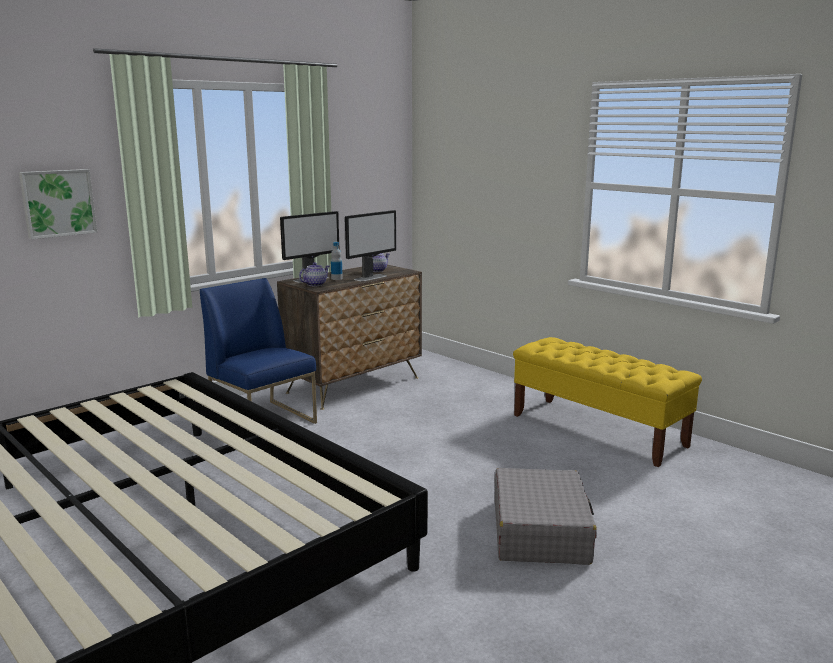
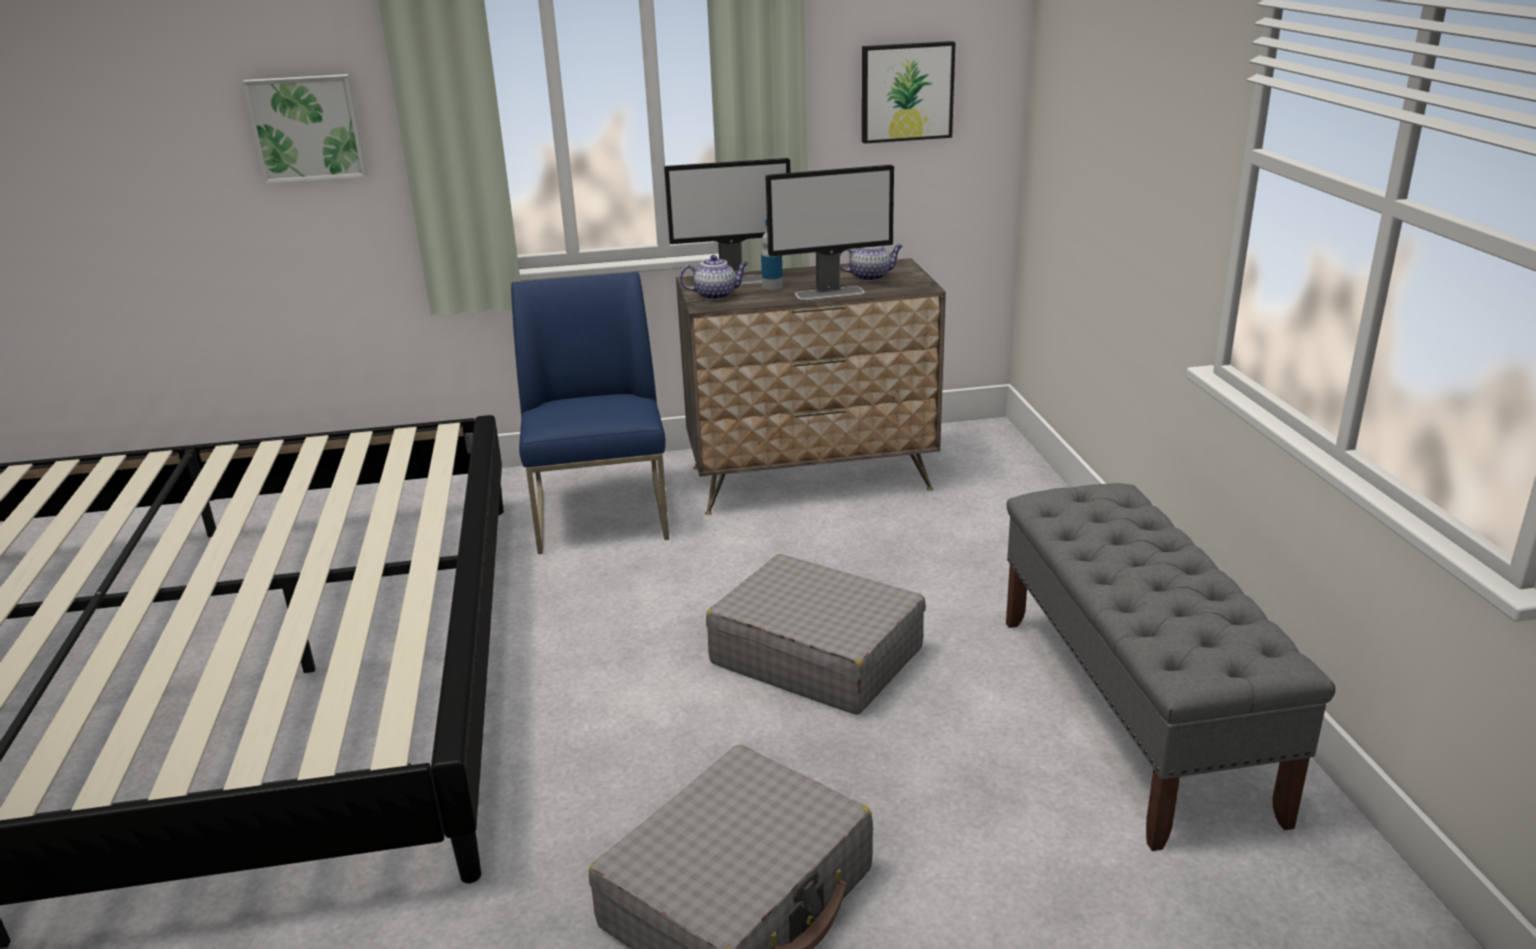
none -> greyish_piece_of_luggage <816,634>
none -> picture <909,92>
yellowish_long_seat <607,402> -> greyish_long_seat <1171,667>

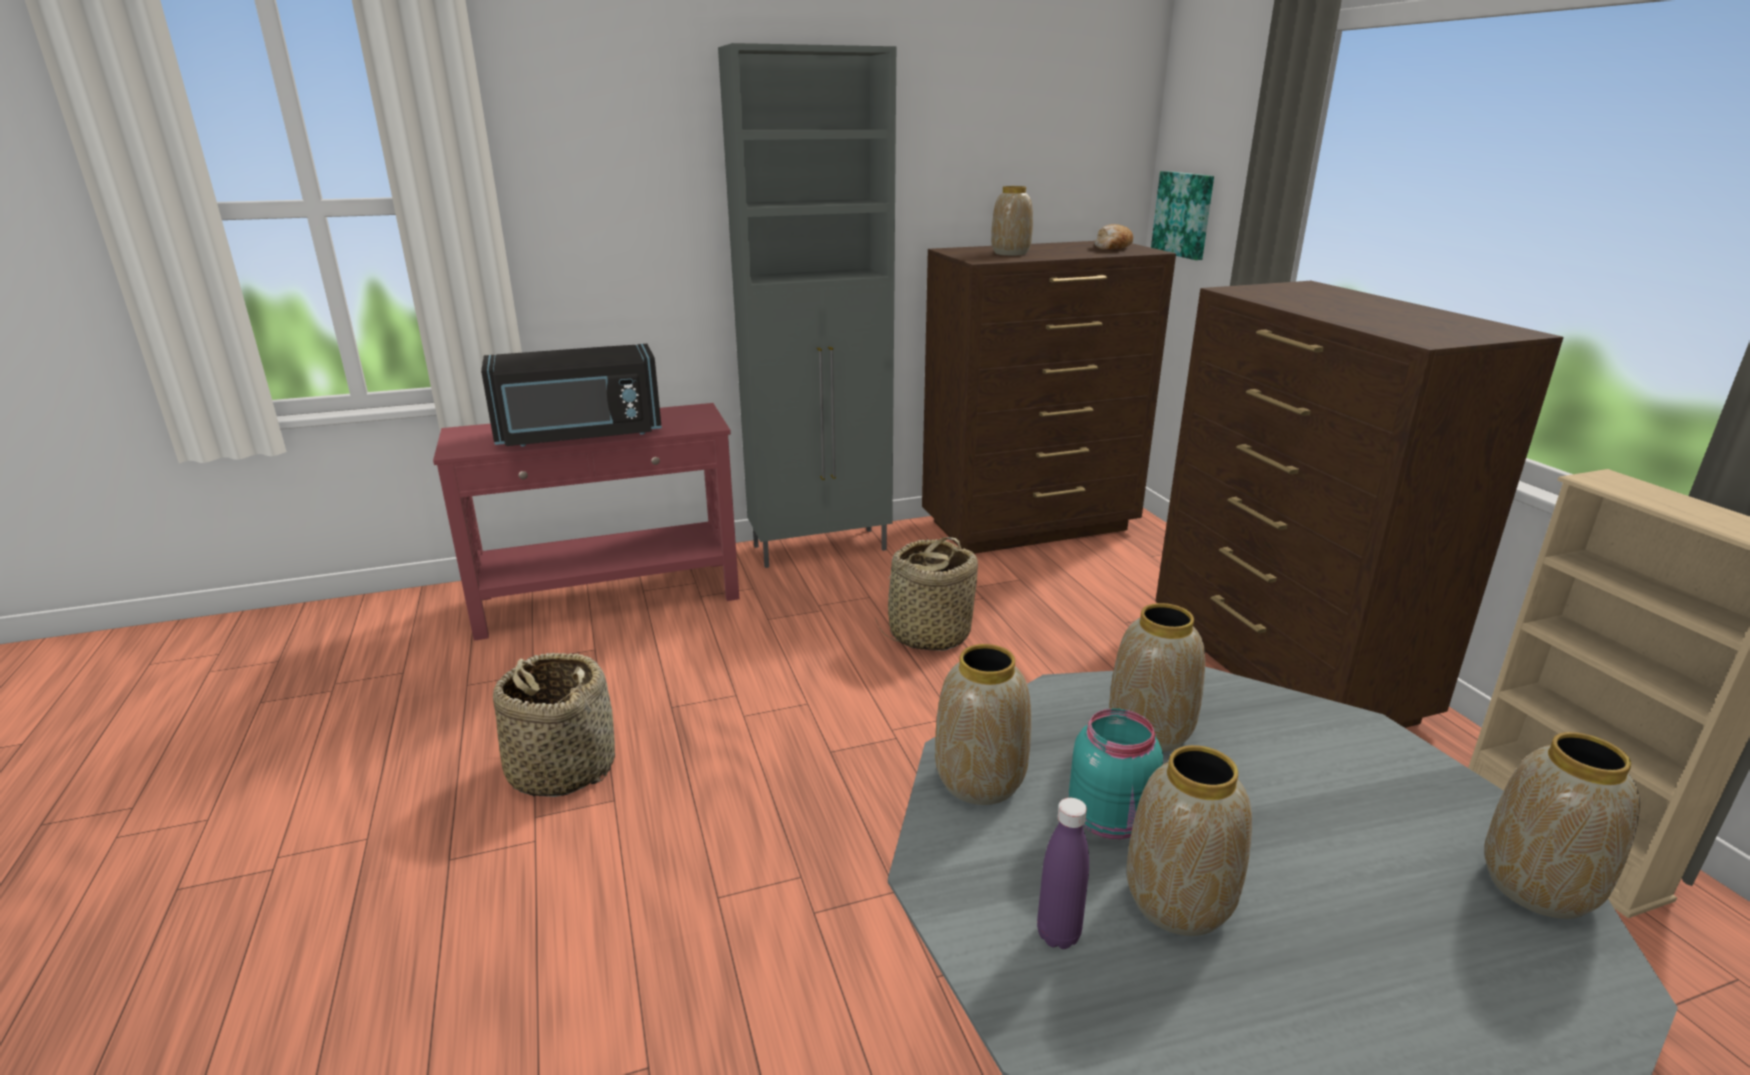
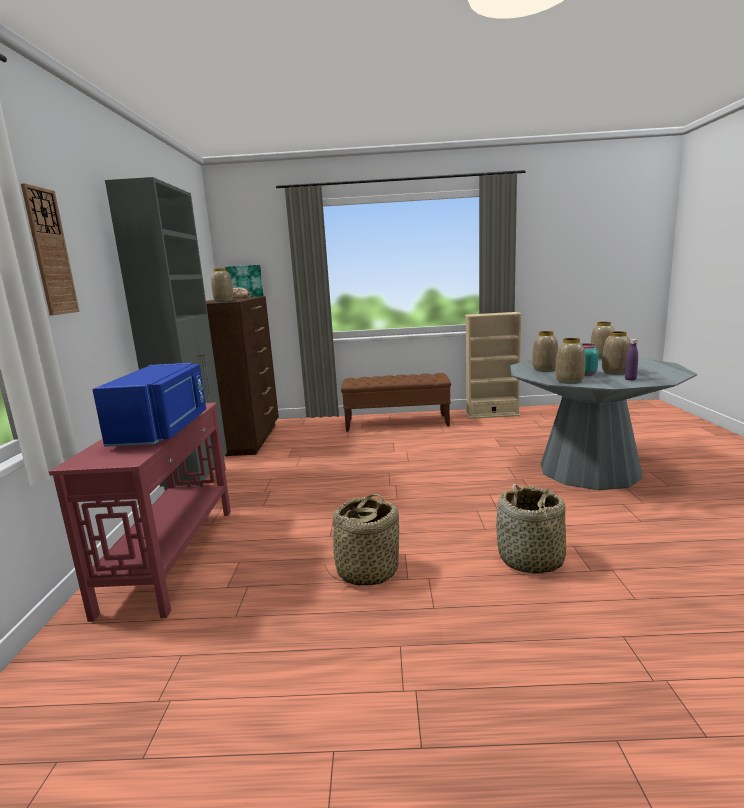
none -> wall_clock <50,249>
black-coloured_kitchen_microwave <571,395> -> bluish_kitchen_microwave <149,405>
brownish_drawer_chest <1360,504> -> brownish_long_seat <396,402>
basket <926,594> -> basket <531,528>, move

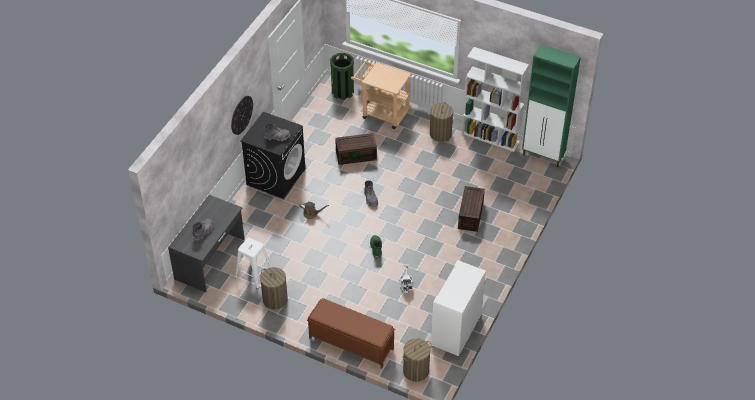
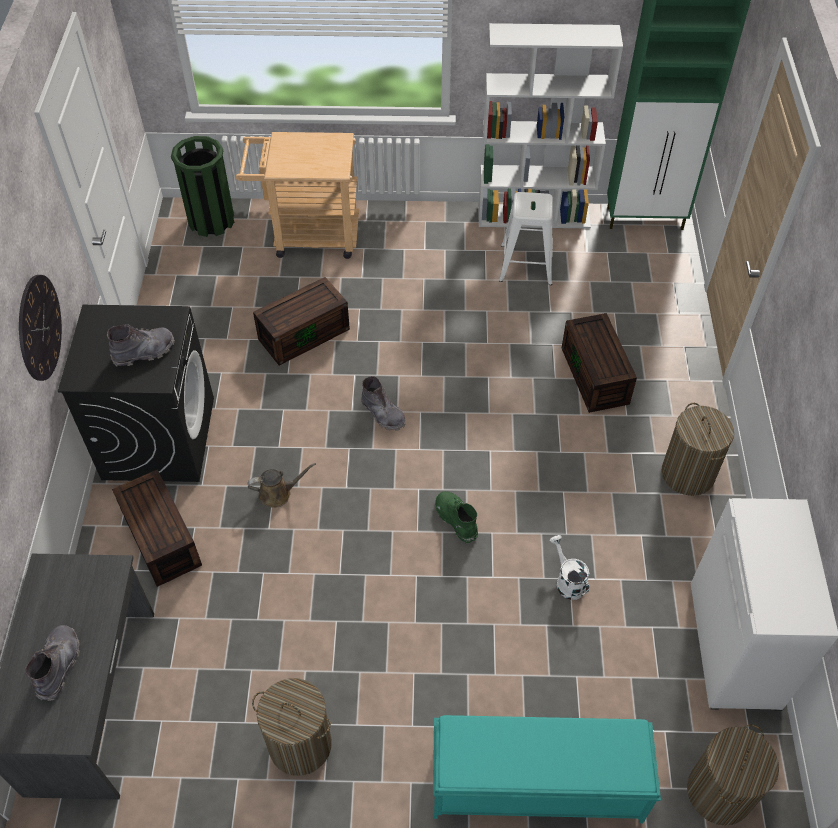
none -> brownish_storage_container <157,528>
brownish_long_seat <351,333> -> turquoise_long_seat <547,769>
white-coloured_stool_seat <253,263> -> white-coloured_stool_seat <526,238>, move
washing_basket <441,122> -> washing_basket <698,449>, move

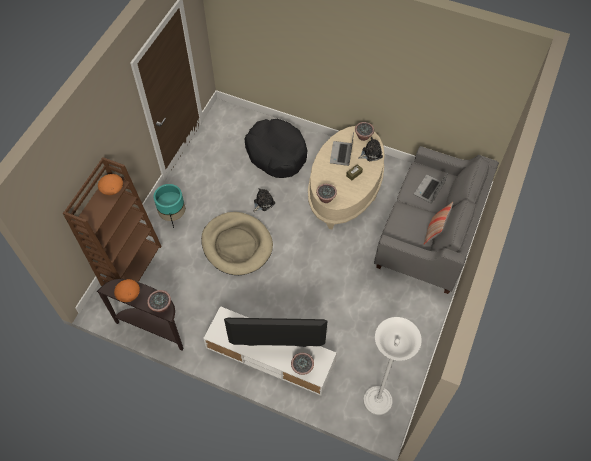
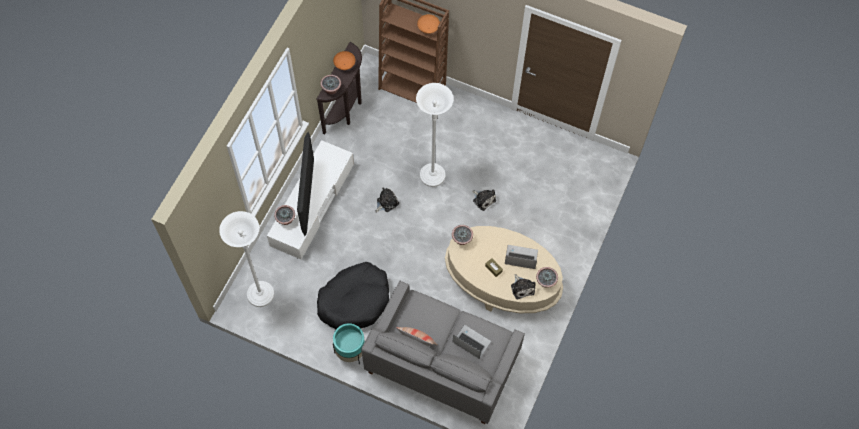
black-coloured_dog_bed <276,148> -> black-coloured_dog_bed <353,295>, move
turquoise_planter <170,206> -> turquoise_planter <349,344>, move
none -> plush_toy <387,200>
beige_dog_bed <237,243> -> white-coloured_floor_lamp <435,135>

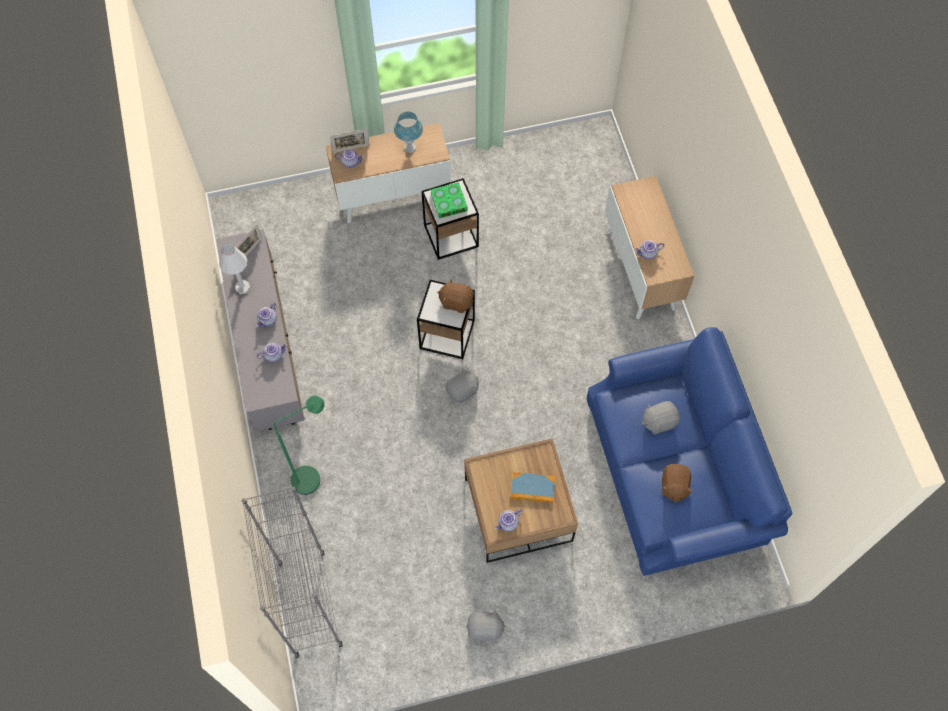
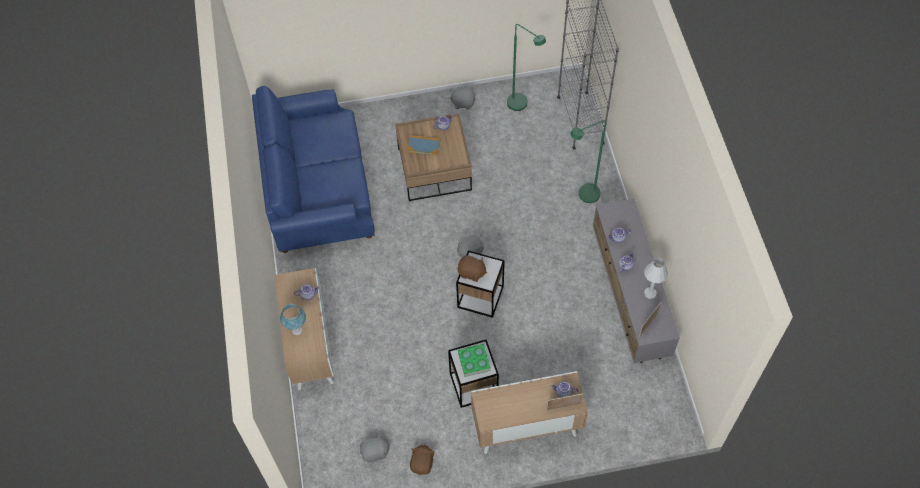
bluish_lamp_for_a_table <408,132> -> bluish_lamp_for_a_table <293,319>, move
greyish_plush_toy <661,418> -> greyish_plush_toy <375,448>, move
brownish_plush_toy <677,483> -> brownish_plush_toy <422,460>, move
none -> green-coloured_floor_lamp <526,67>

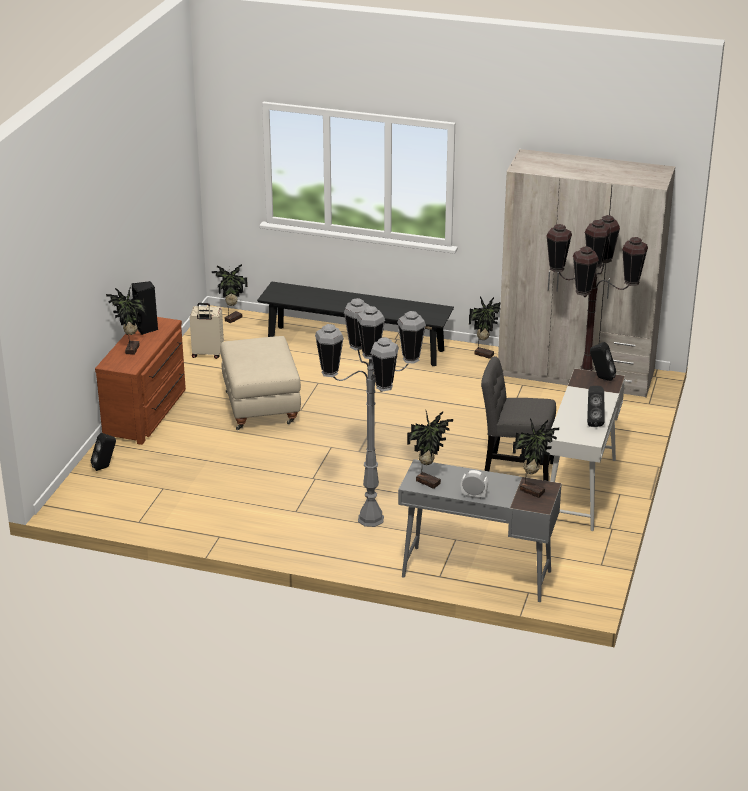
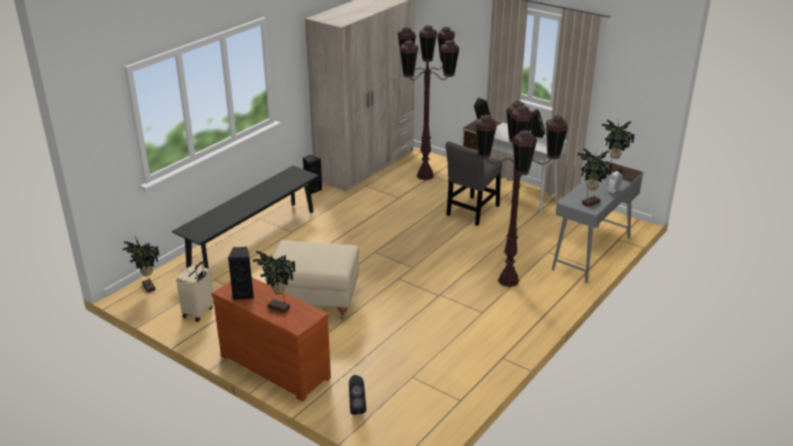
potted_plant <485,328> -> black-coloured_speaker <312,174>
greyish_floor_lamp <370,412> -> brownish_floor_lamp <521,194>

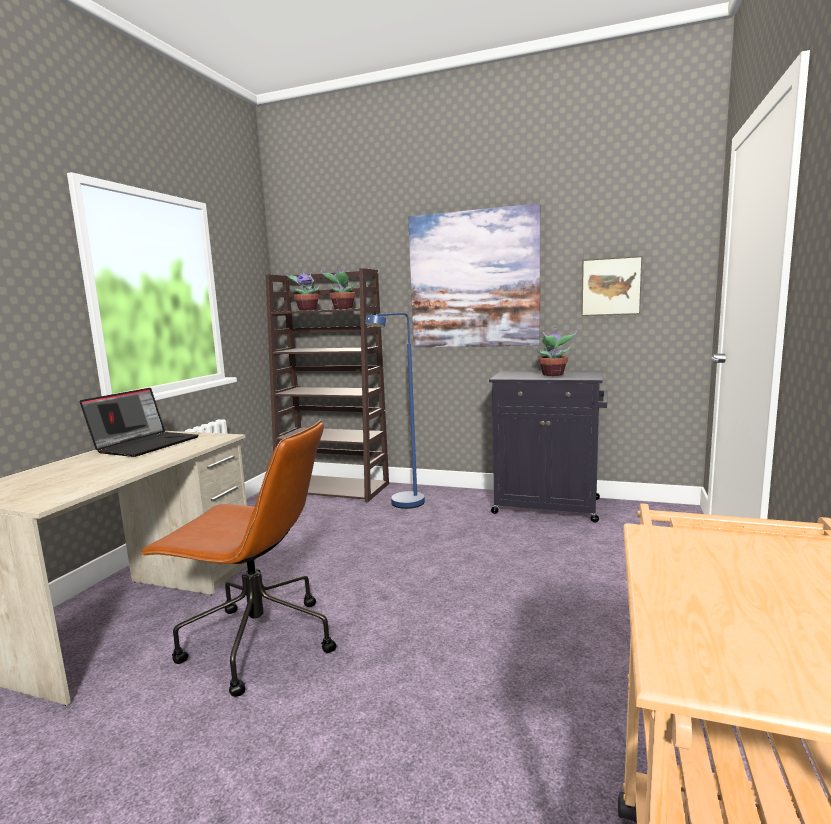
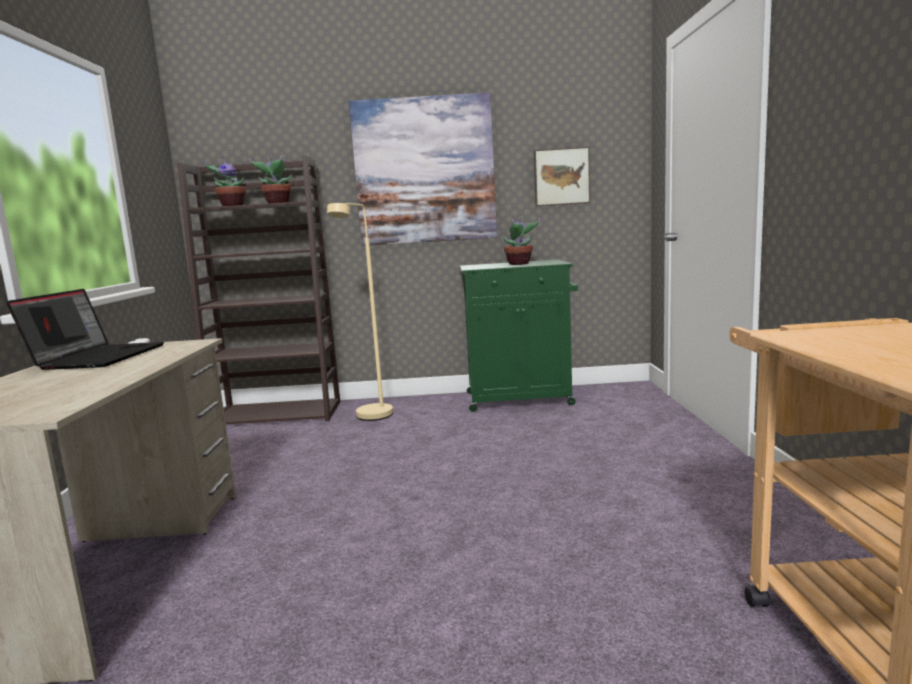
bluish_floor_lamp <395,411> -> beige_floor_lamp <360,312>
black-coloured_cabinet <548,446> -> green-coloured_cabinet <519,335>
brownish_computer_chair <238,558> -> none

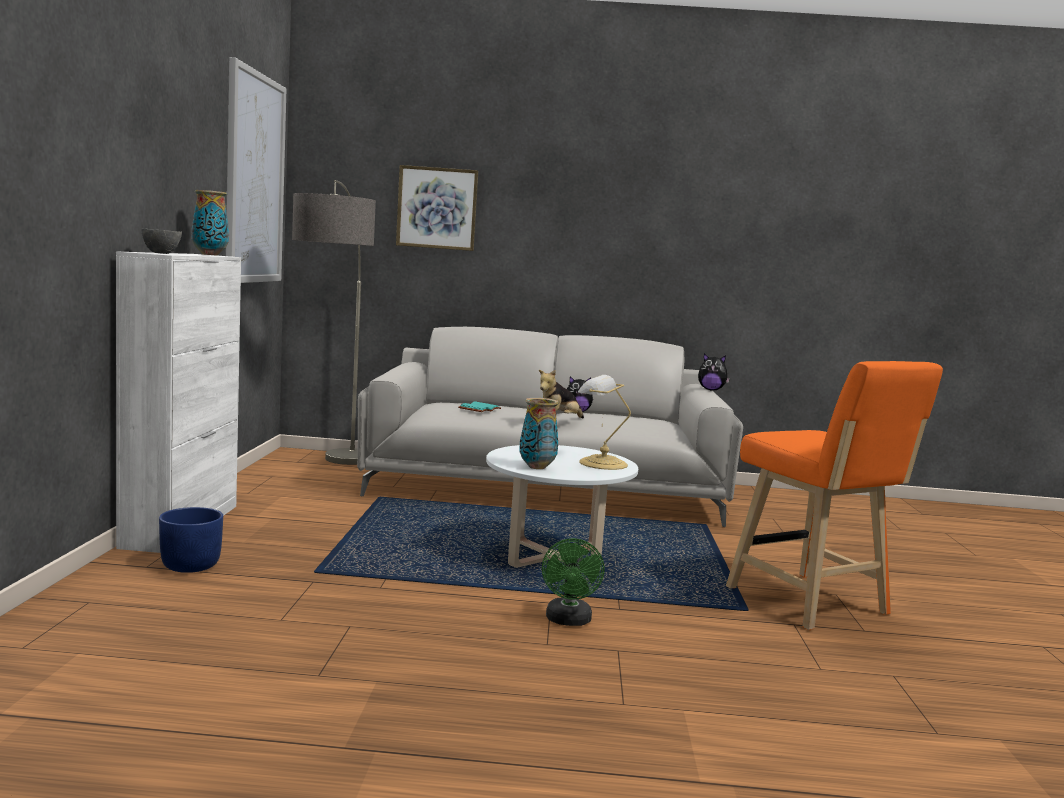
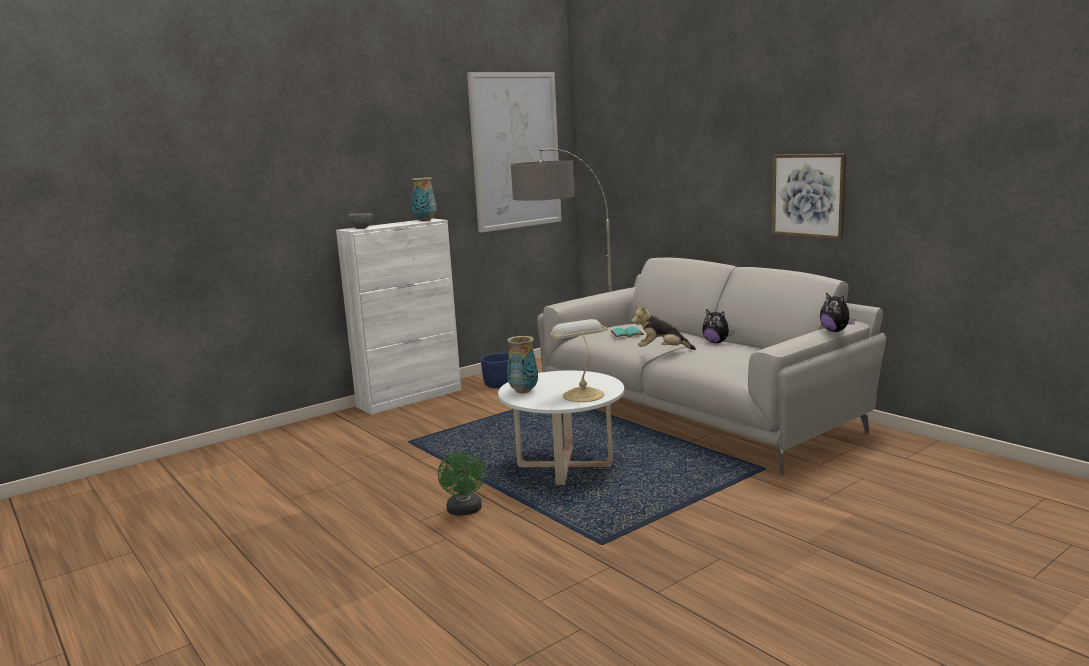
green-coloured_fan <573,582> -> green-coloured_fan <461,483>, 60 degrees counterclockwise
bluish_planter <191,540> -> bluish_planter <495,370>, move
picture <437,208> -> picture <809,196>, move
orange-coloured_stool_seat <834,495> -> none

